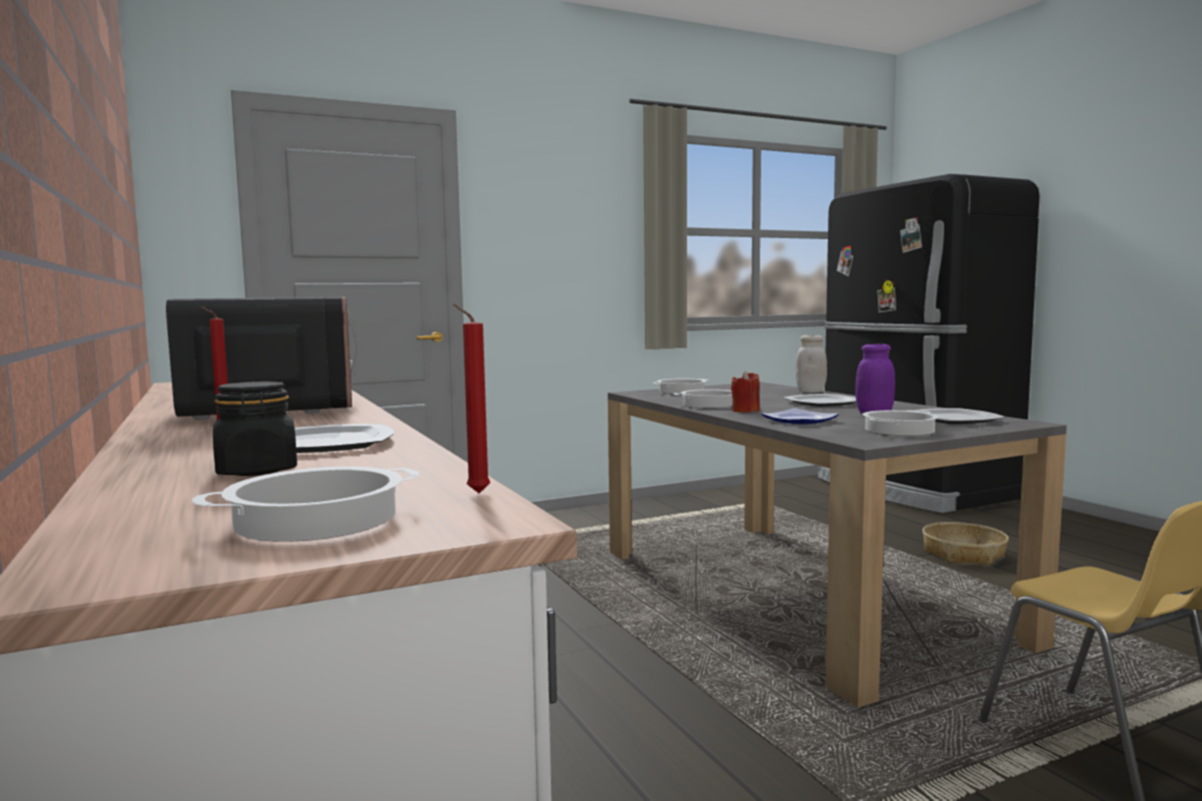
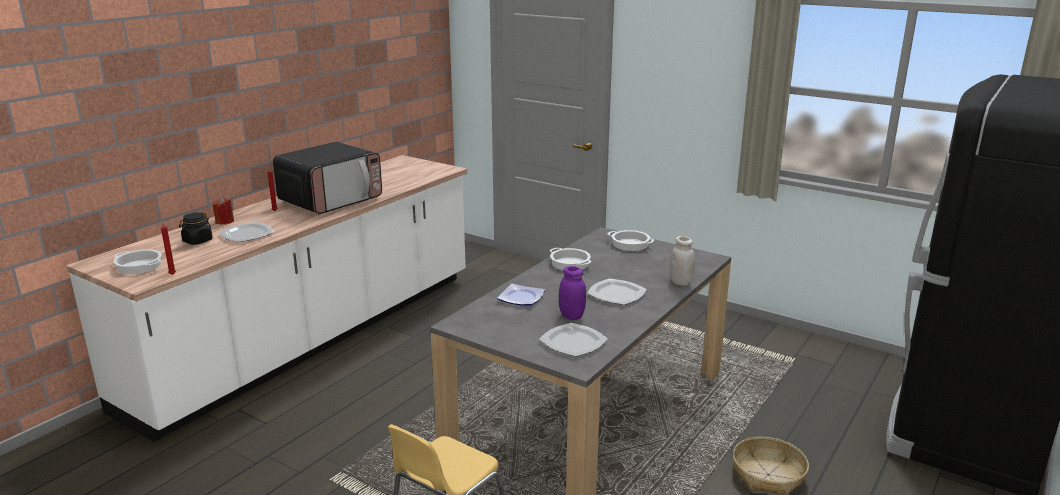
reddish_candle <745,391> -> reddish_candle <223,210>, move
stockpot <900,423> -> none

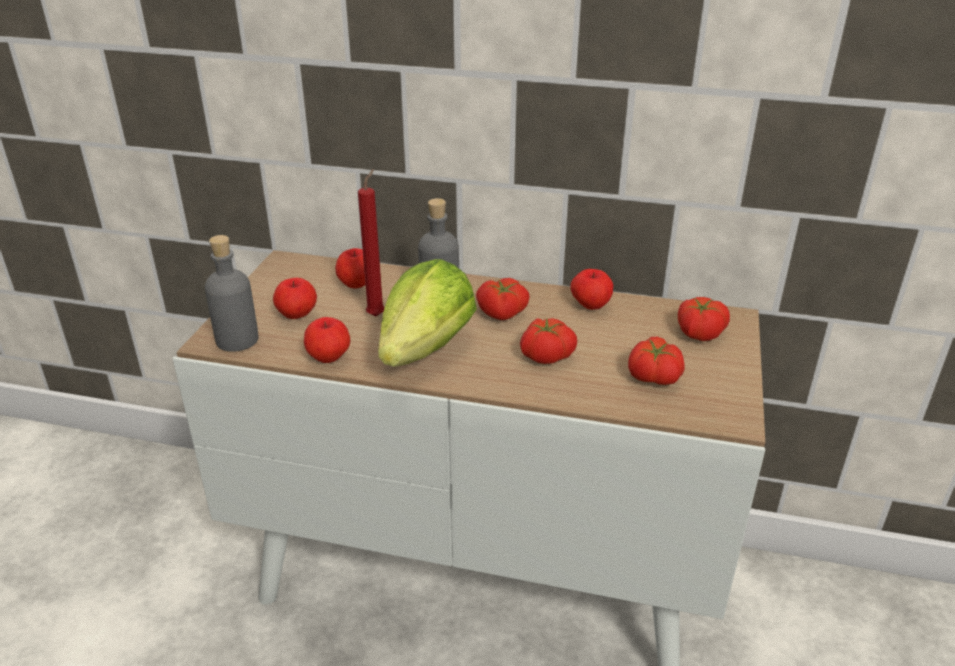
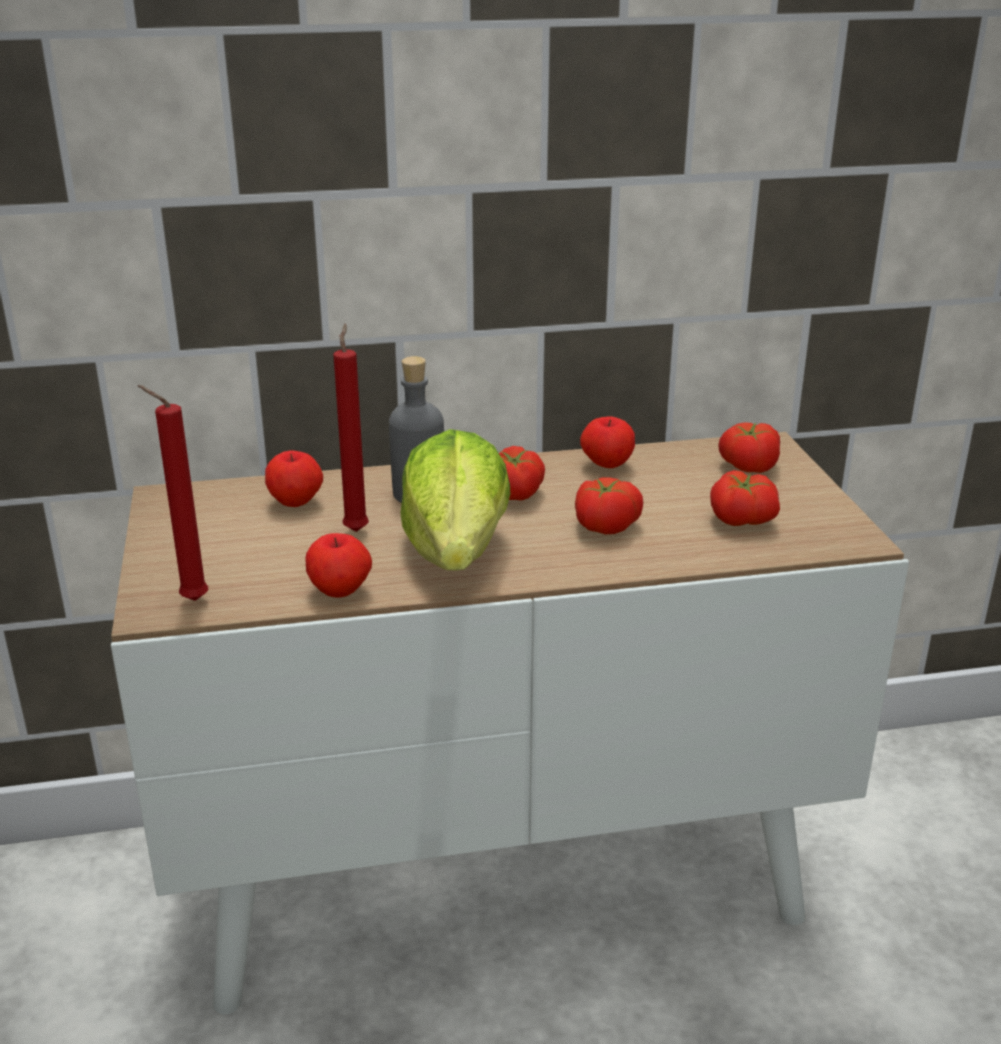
greyish_beverage_bottle <232,293> -> reddish_candle <173,493>
whole_apple <295,298> -> none

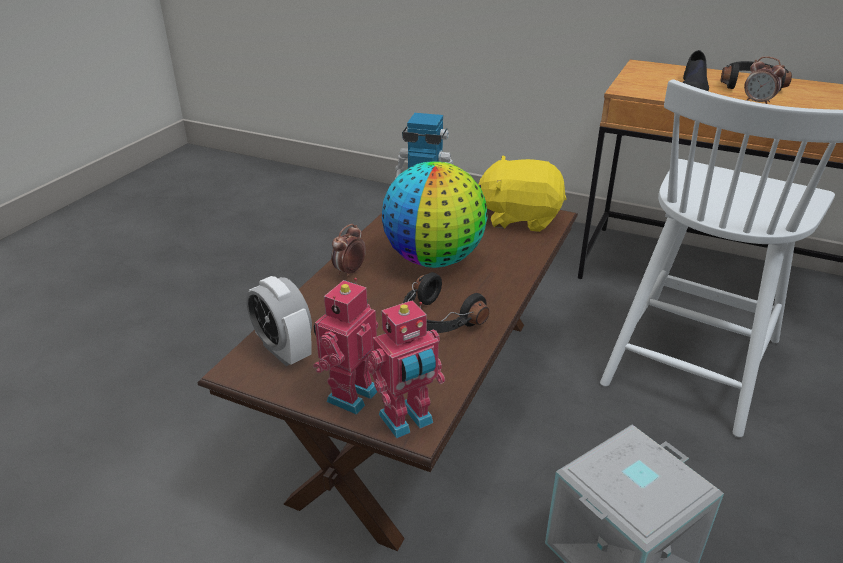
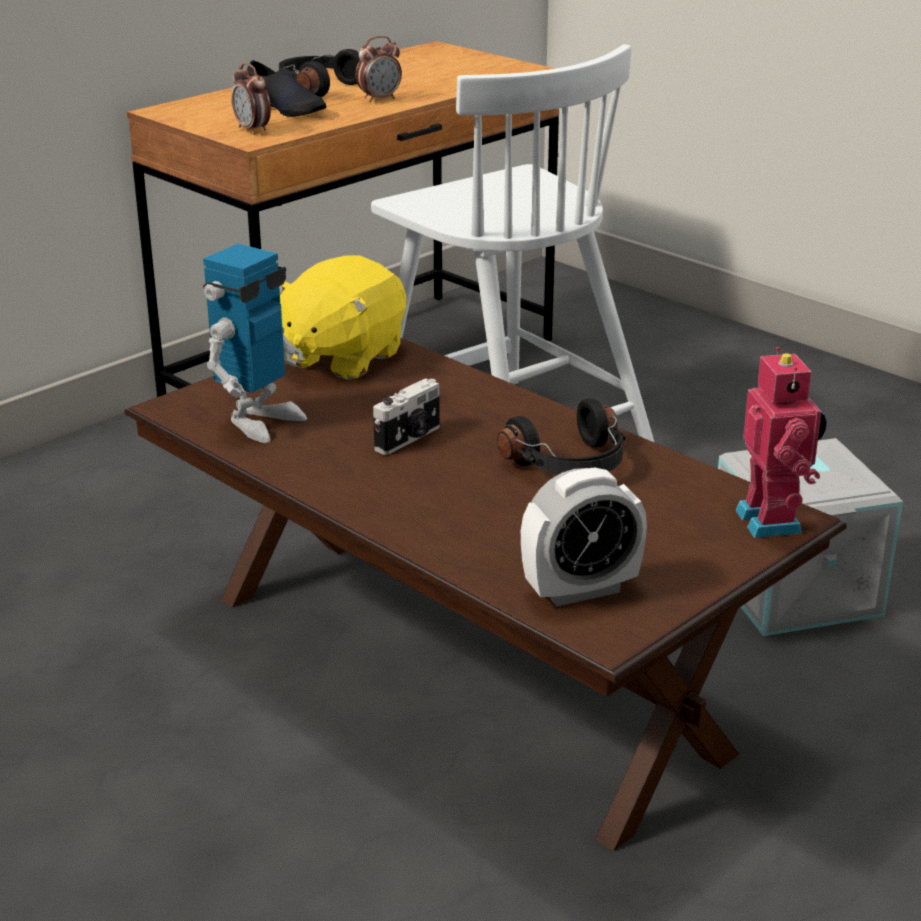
table_clock <348,250> -> table_clock <251,99>, move
globe <435,214> -> still_camera <406,416>
robot_figure <345,346> -> none

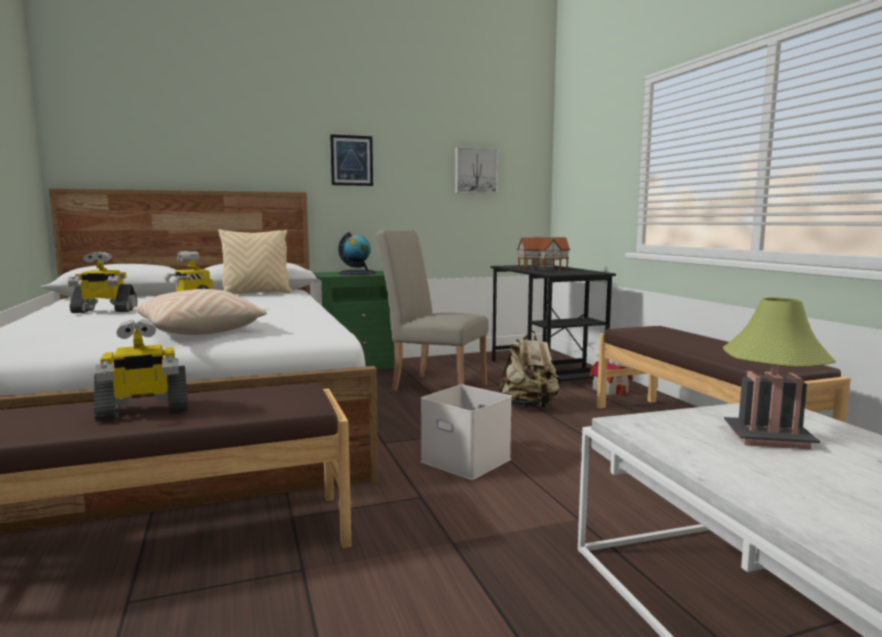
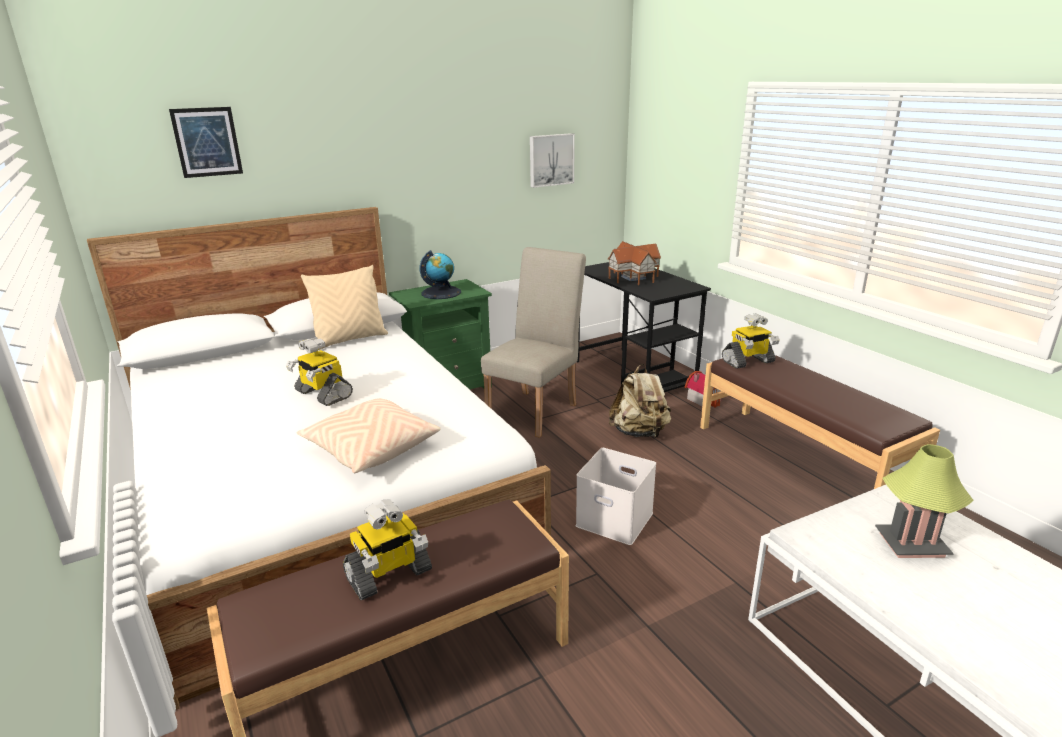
picture <351,160> -> picture <206,142>, move
beige_plain_chair <432,310> -> beige_plain_chair <533,342>, 105 degrees clockwise
robot_figure <102,282> -> robot_figure <751,341>, move

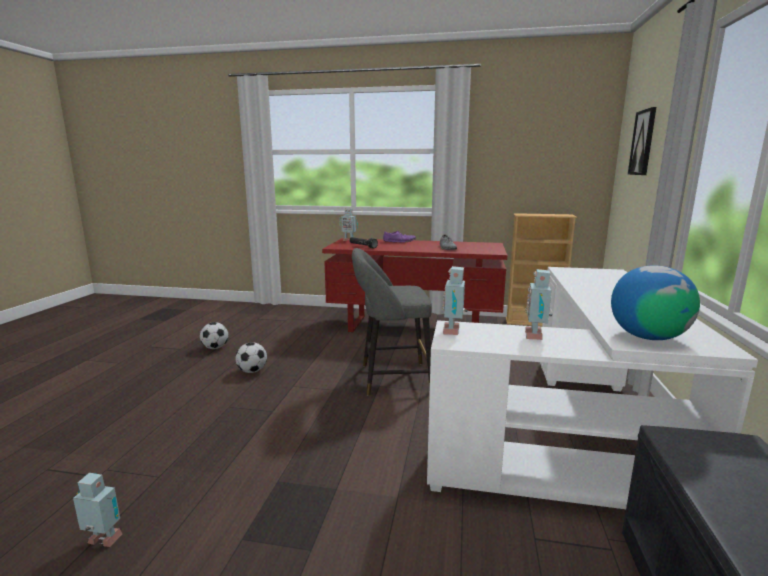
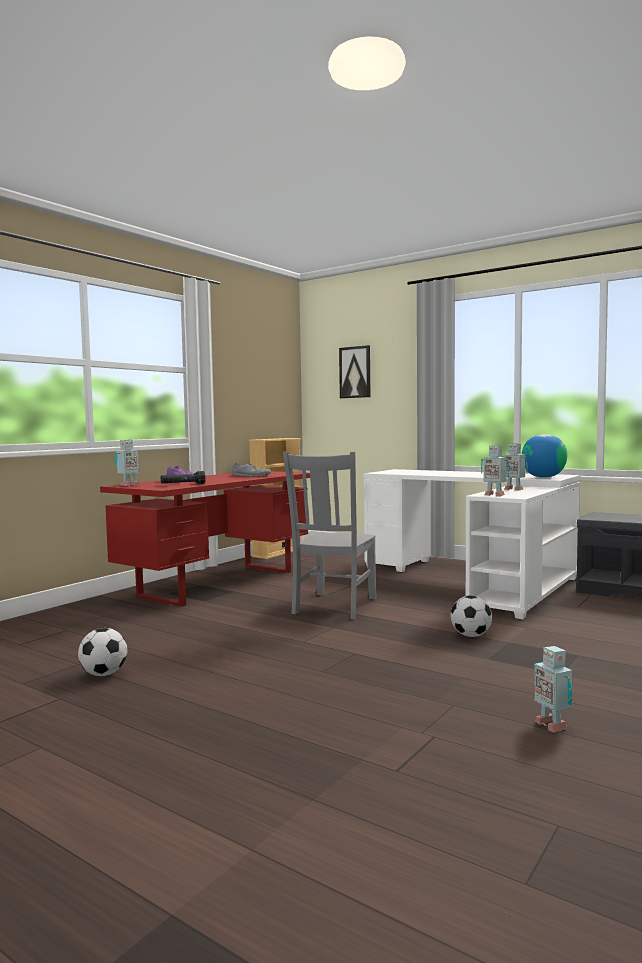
greyish_stool_seat <392,322> -> greyish_plain_chair <330,535>
football <251,357> -> football <471,616>, move
robot_figure <97,510> -> robot_figure <553,689>, 60 degrees counterclockwise

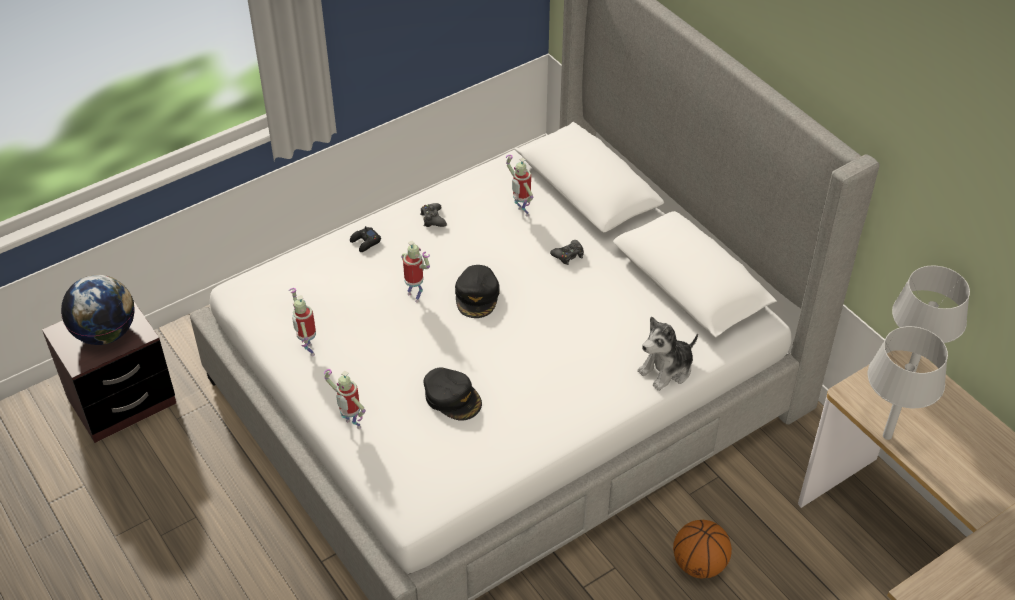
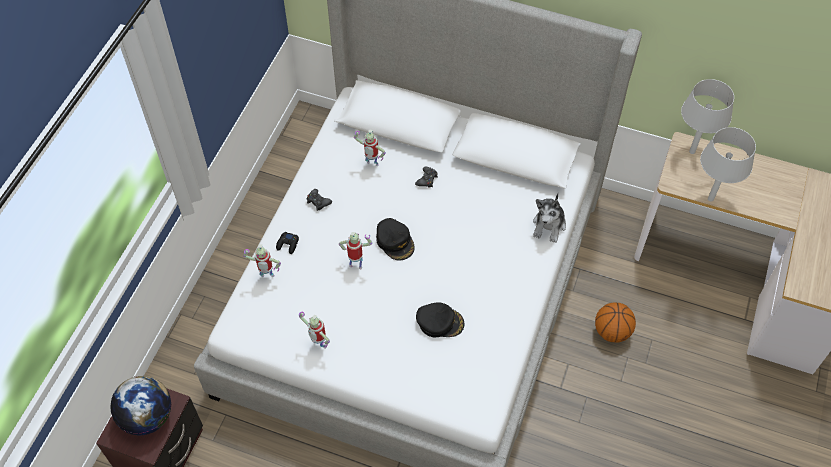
robot_figure <345,399> -> robot_figure <262,260>, move

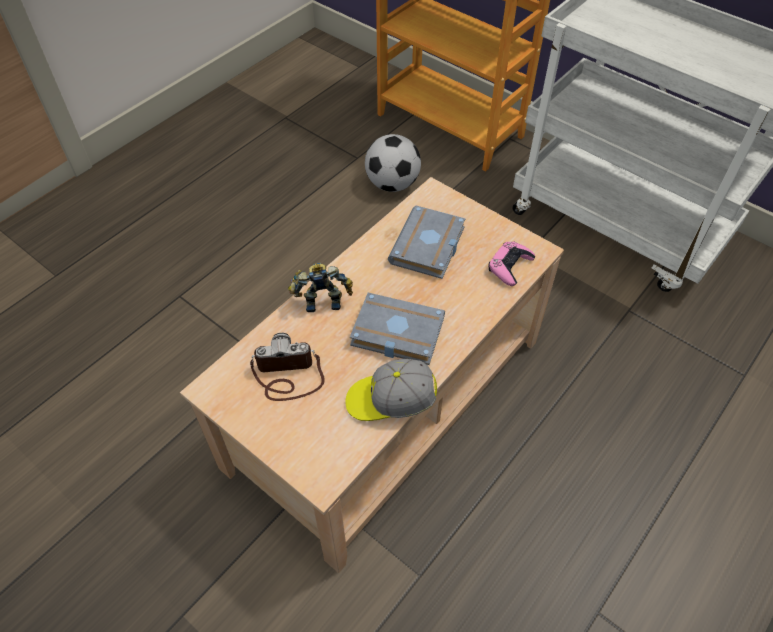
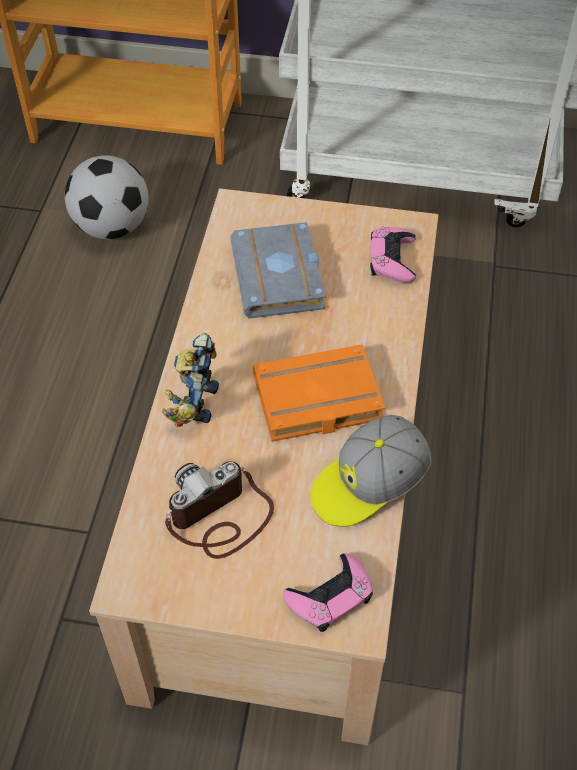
robot_figure <320,287> -> robot_figure <190,380>, 45 degrees counterclockwise
greyish_bound_book <397,329> -> orange-coloured_bound_book <319,393>
none -> pink_game_controller <328,592>

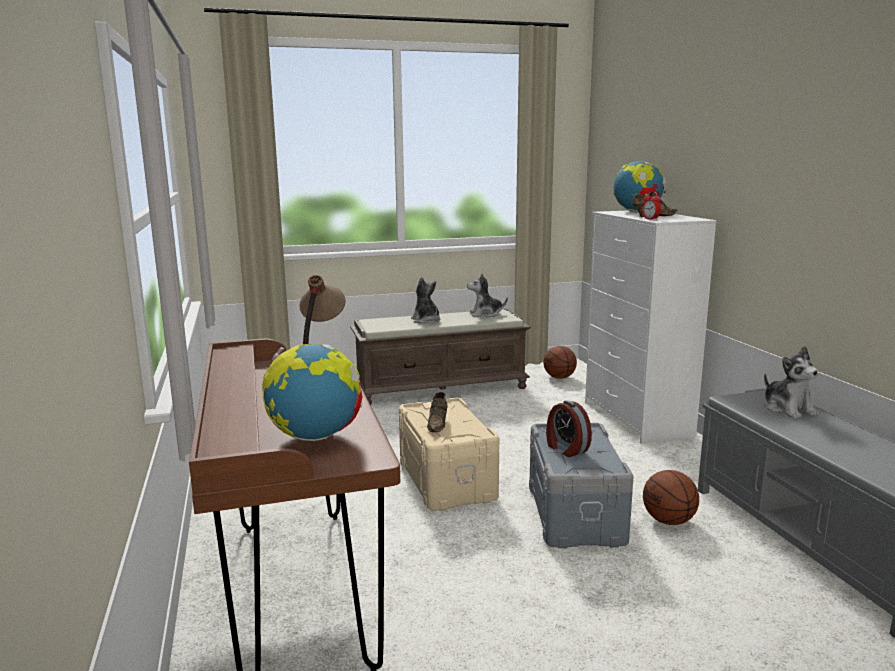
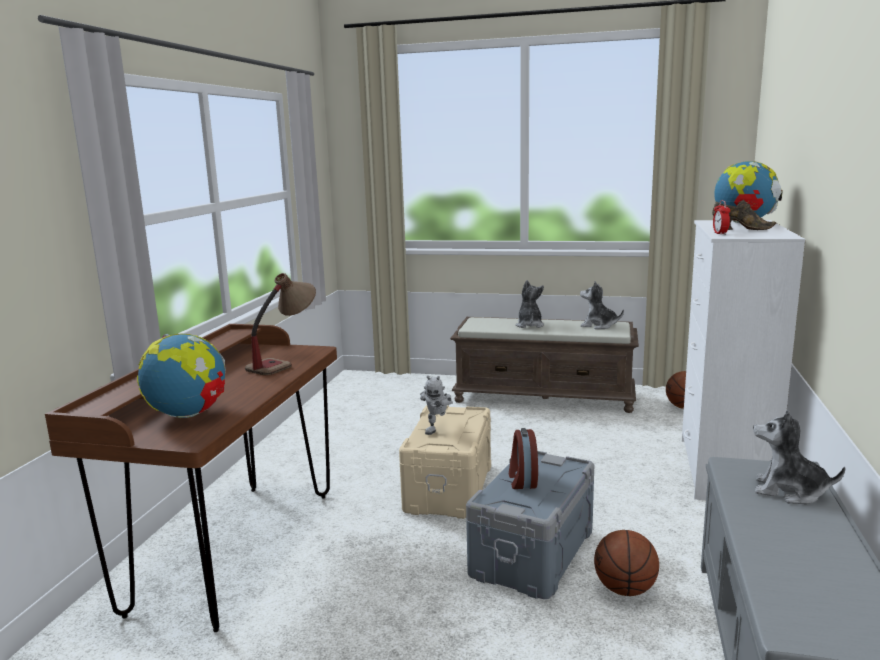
brownish_item_of_footwear <437,412> -> robot_figure <436,405>
plush_toy <791,382> -> plush_toy <799,457>, 105 degrees clockwise

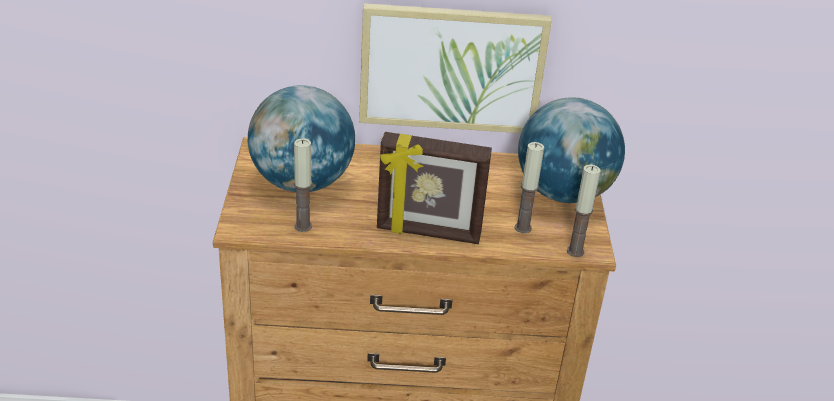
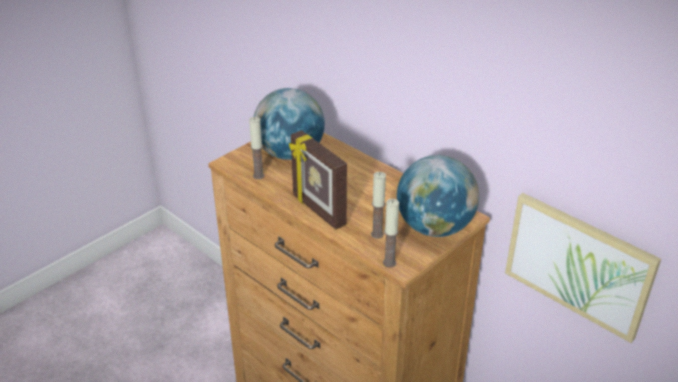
picture <455,68> -> picture <583,268>, move

